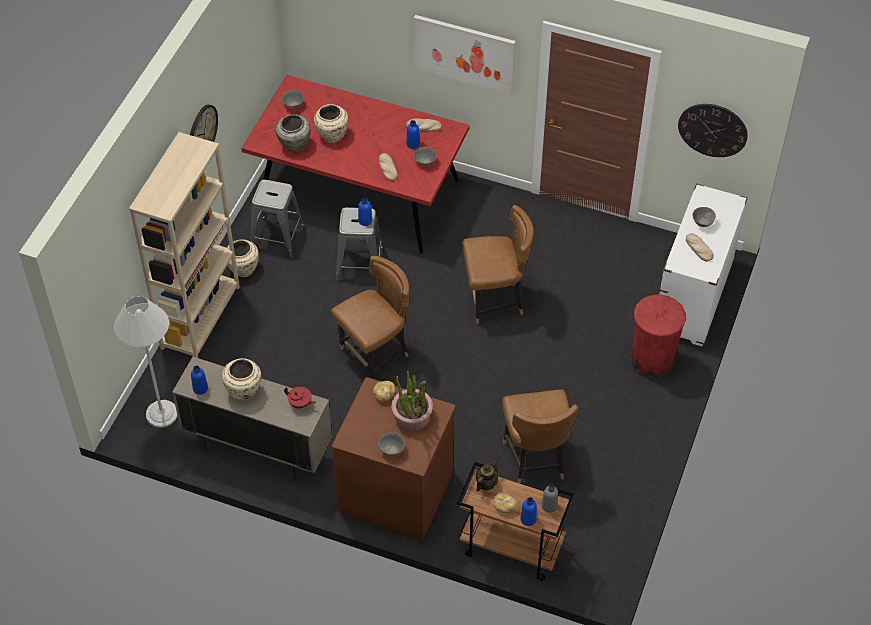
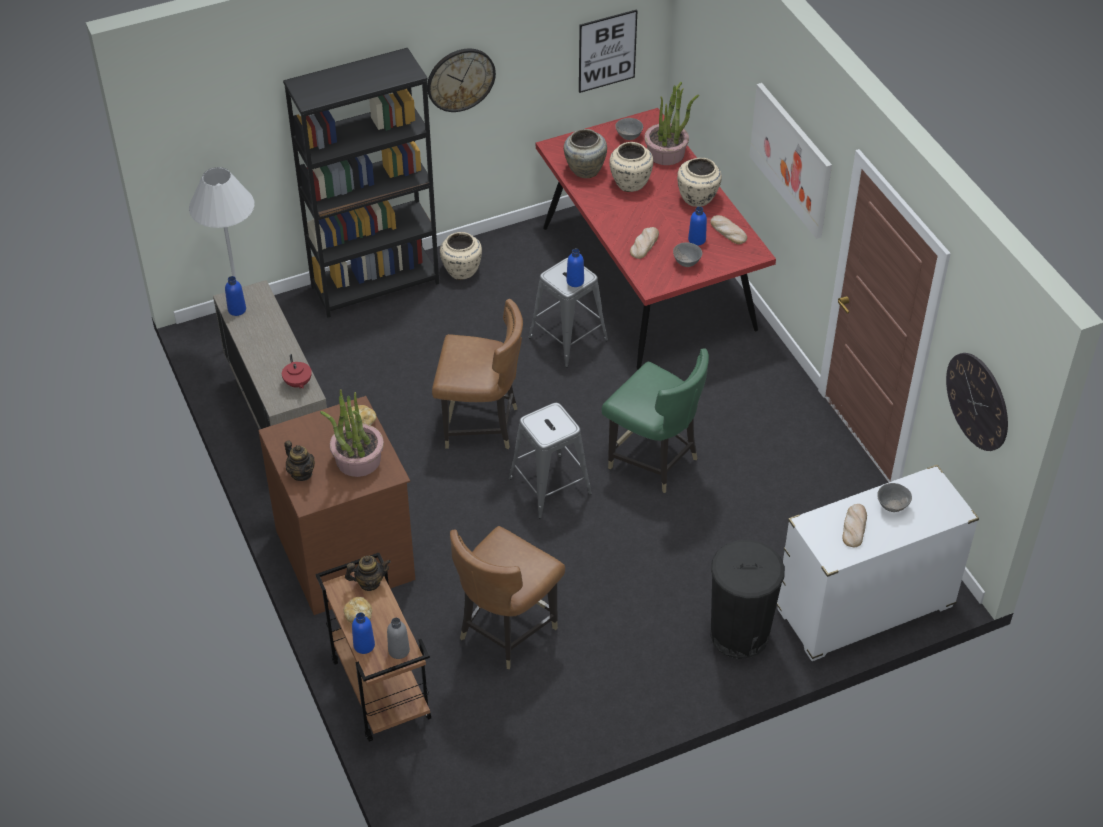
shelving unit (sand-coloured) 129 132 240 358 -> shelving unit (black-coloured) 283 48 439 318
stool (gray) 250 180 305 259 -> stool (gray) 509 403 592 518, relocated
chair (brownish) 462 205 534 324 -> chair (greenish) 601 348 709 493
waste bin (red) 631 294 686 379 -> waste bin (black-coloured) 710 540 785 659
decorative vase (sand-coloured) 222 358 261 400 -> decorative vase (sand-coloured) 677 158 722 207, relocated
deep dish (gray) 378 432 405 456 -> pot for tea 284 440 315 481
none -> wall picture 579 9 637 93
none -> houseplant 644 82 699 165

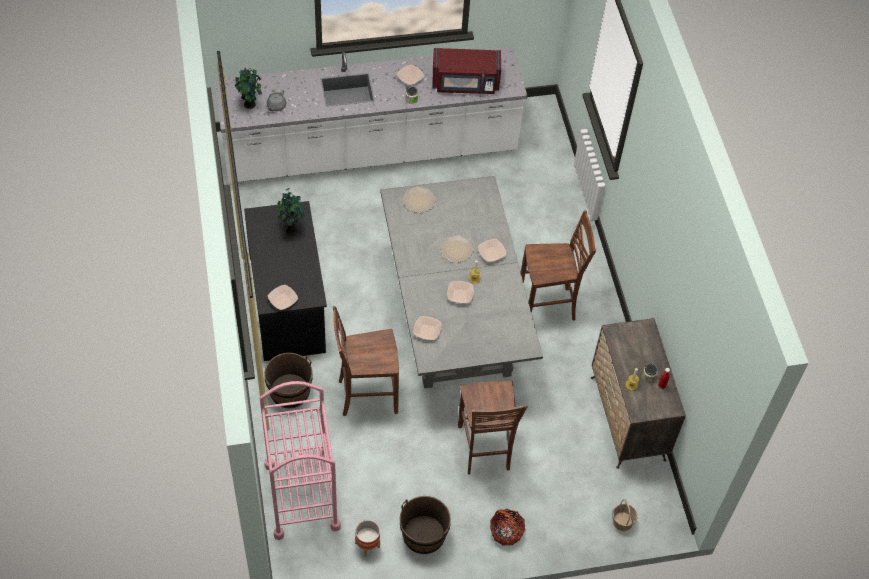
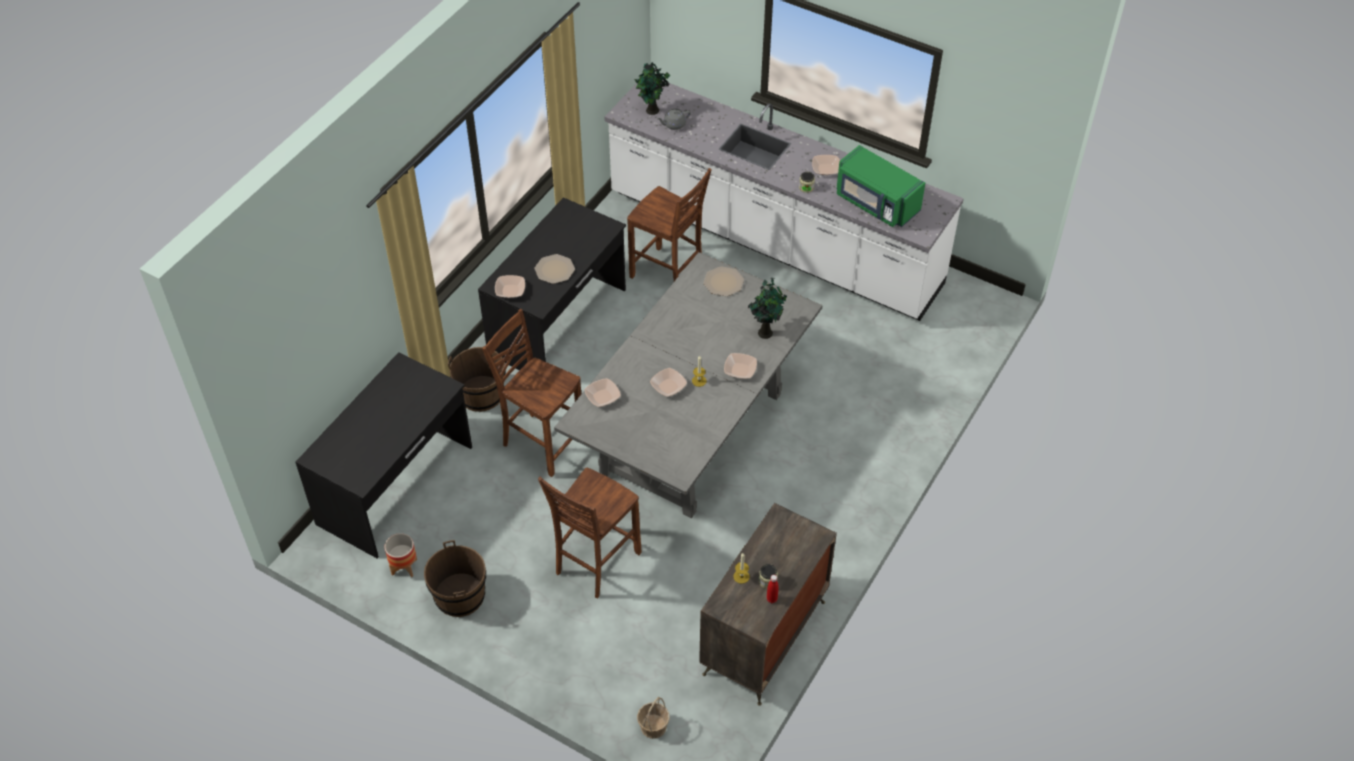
microwave oven (red) 433 48 501 94 -> microwave oven (greenish) 836 145 925 227
houseplant 276 188 305 236 -> houseplant 748 278 787 339, relocated
chair (brownish) 521 210 596 321 -> chair (brownish) 627 168 712 281, relocated
flat dish 439 235 474 263 -> flat dish 535 254 575 284, relocated
trolley (pink-coloured) 260 381 341 540 -> desk (black-coloured) 296 352 472 558
household basket 490 509 525 546 -> none

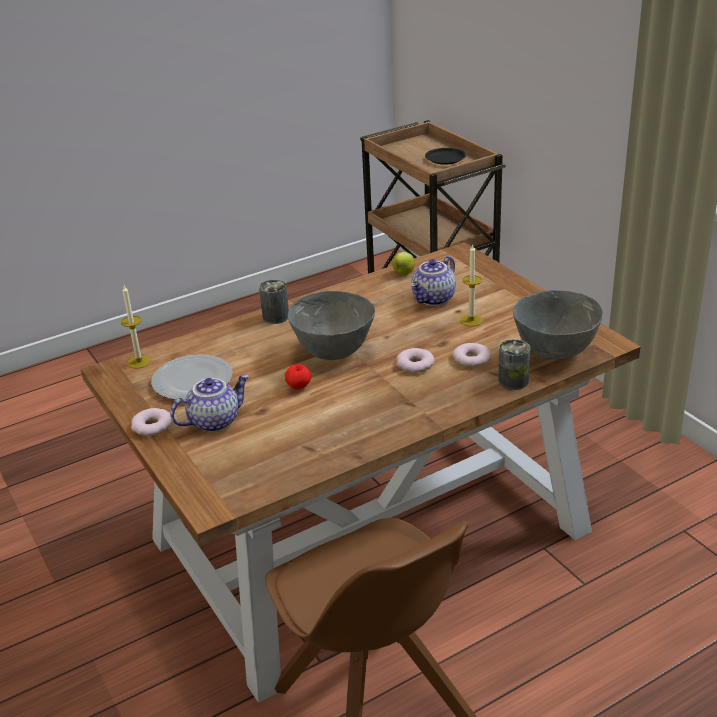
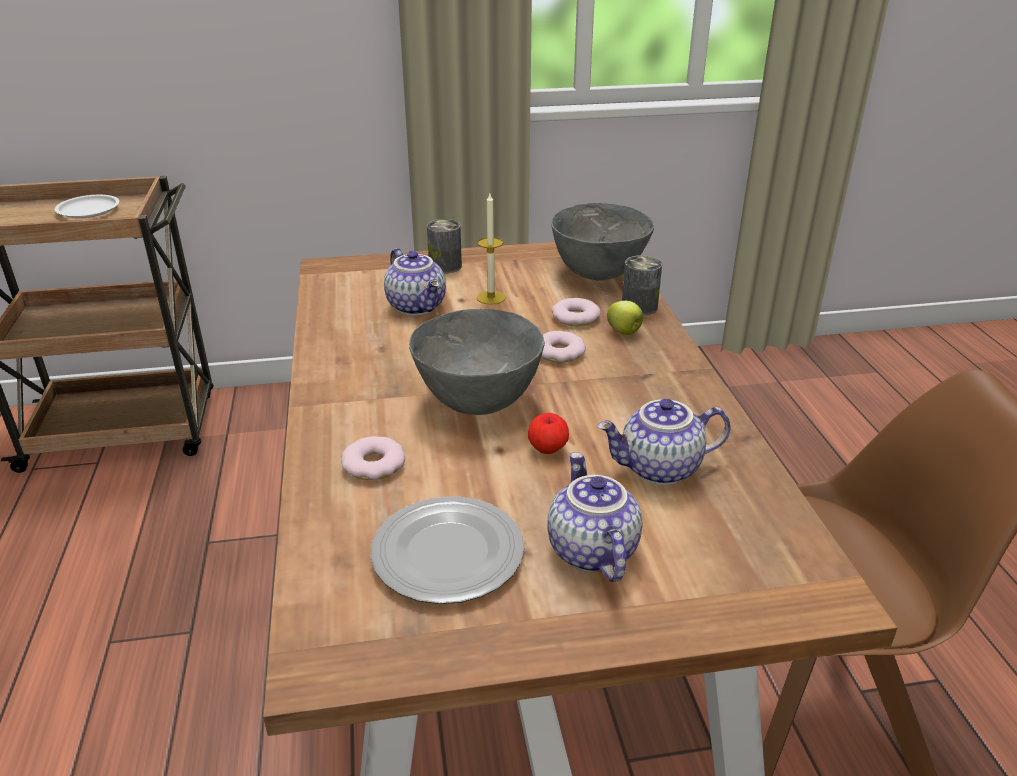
flat dish (black-coloured) 425 148 466 165 -> flat dish (whitish) 55 195 119 218
apple fruit 392 252 415 275 -> apple fruit 607 301 643 335, relocated
sealed can 259 280 289 324 -> sealed can 427 219 462 274, relocated
wax candle 121 286 151 369 -> none
donut 131 408 172 436 -> donut 341 436 405 480, relocated
none -> pot for tea 597 399 731 485

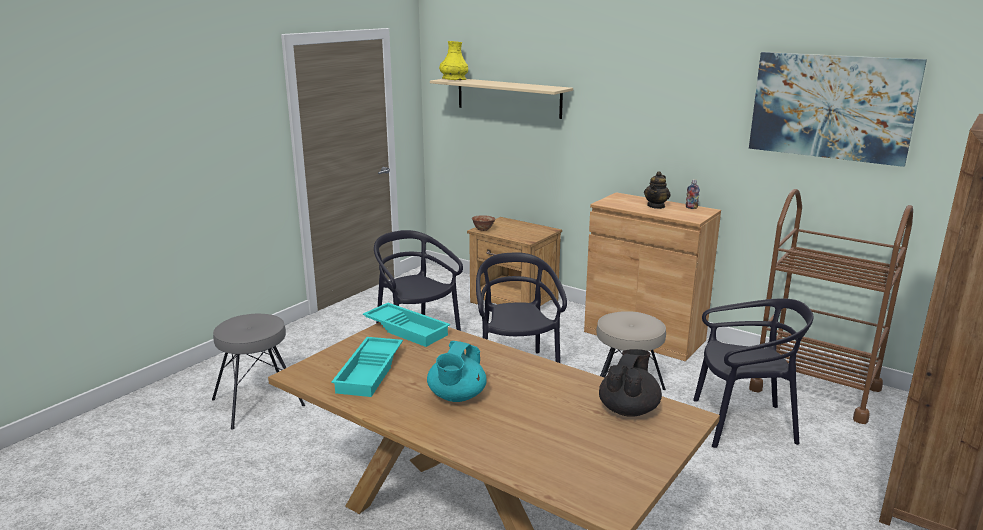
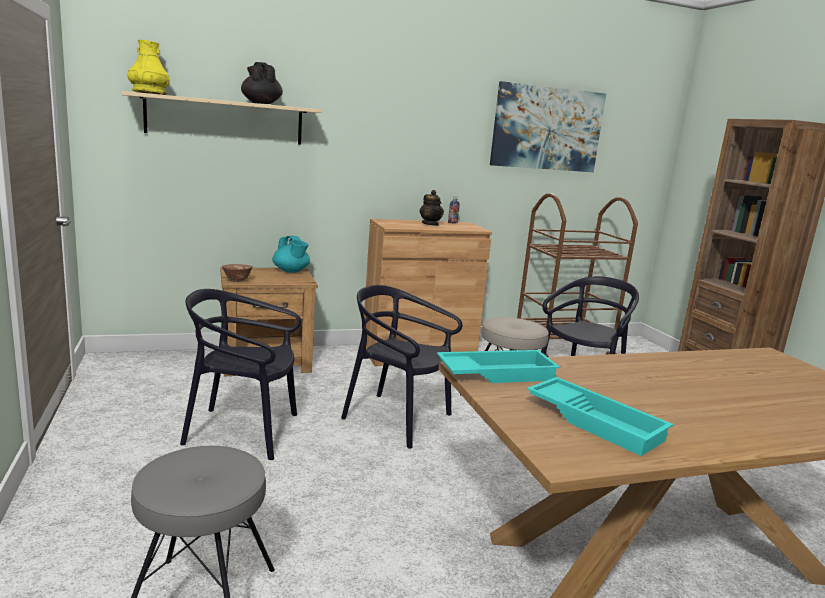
pot for tea (blue-green) 427 341 486 402 -> pot for tea (blue-green) 272 236 310 273, relocated
pot for tea (black-coloured) 599 349 662 417 -> pot for tea (black-coloured) 241 62 283 104, relocated

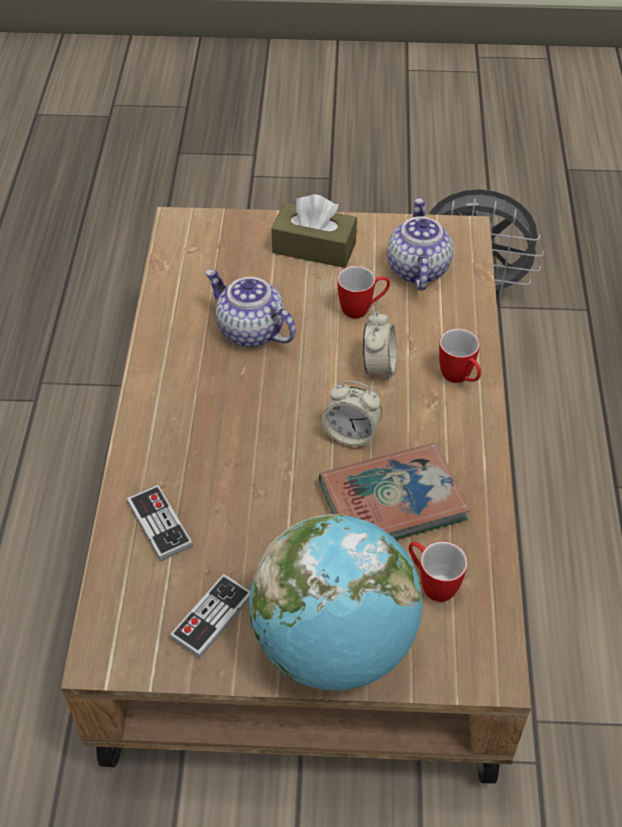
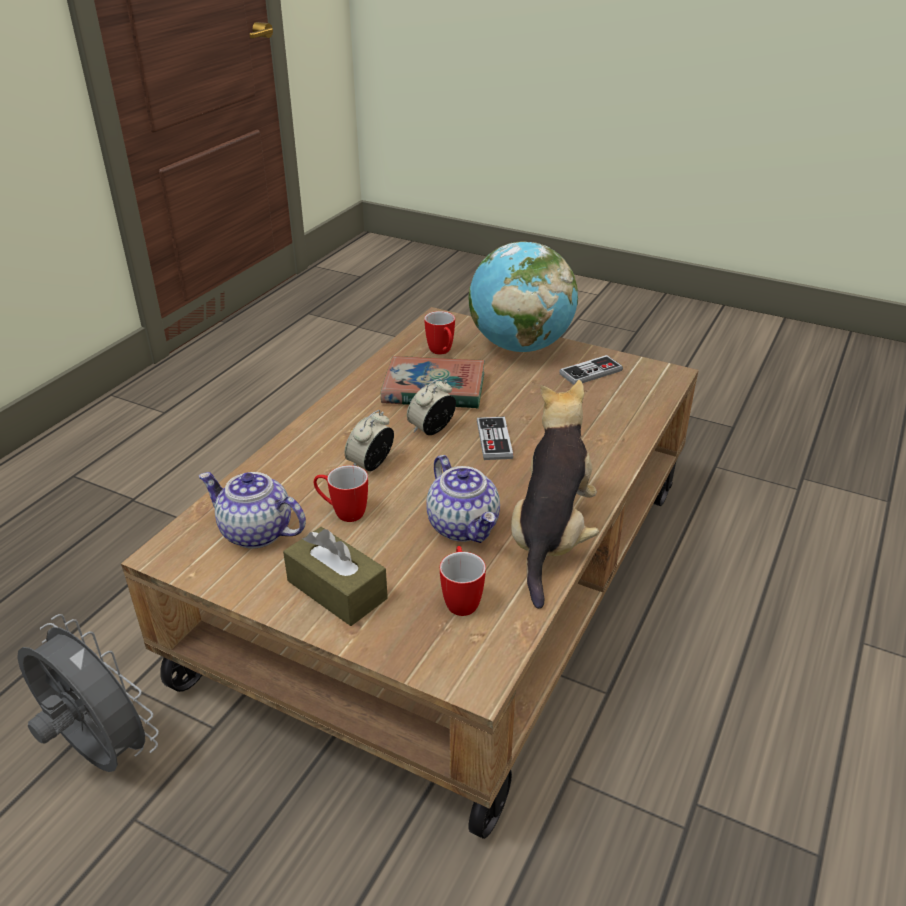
pot for tea 387 198 453 291 -> pot for tea 199 472 306 549, 90 degrees clockwise
tea mug 439 328 481 383 -> tea mug 440 546 486 616, relocated
table clock 322 381 382 447 -> table clock 407 378 456 435, 90 degrees counterclockwise
game controller 127 485 193 561 -> game controller 477 417 513 460, relocated
none -> plush toy 511 380 599 609

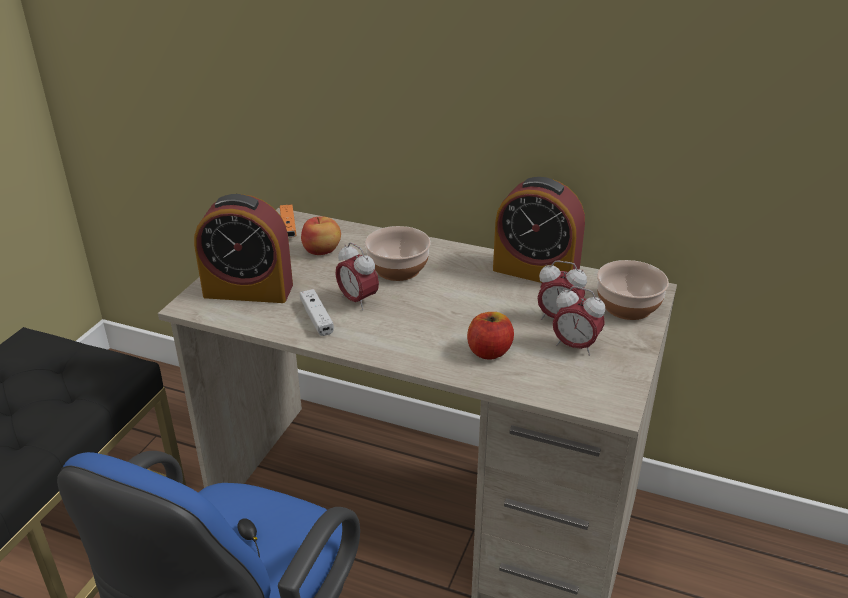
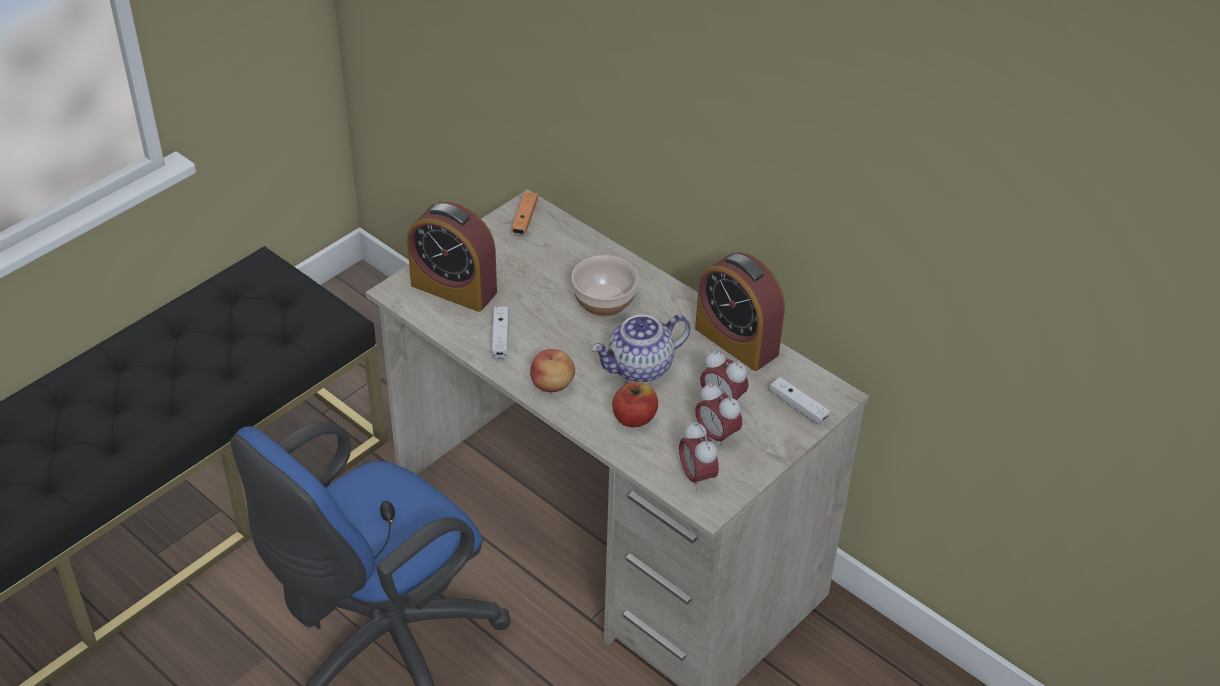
apple fruit 301 216 341 255 -> apple fruit 530 349 575 392, relocated
table clock 336 242 379 310 -> table clock 679 421 719 491, relocated
deep dish 597 260 669 320 -> game controller (whitish) 770 377 830 425
none -> pot for tea 591 315 691 383

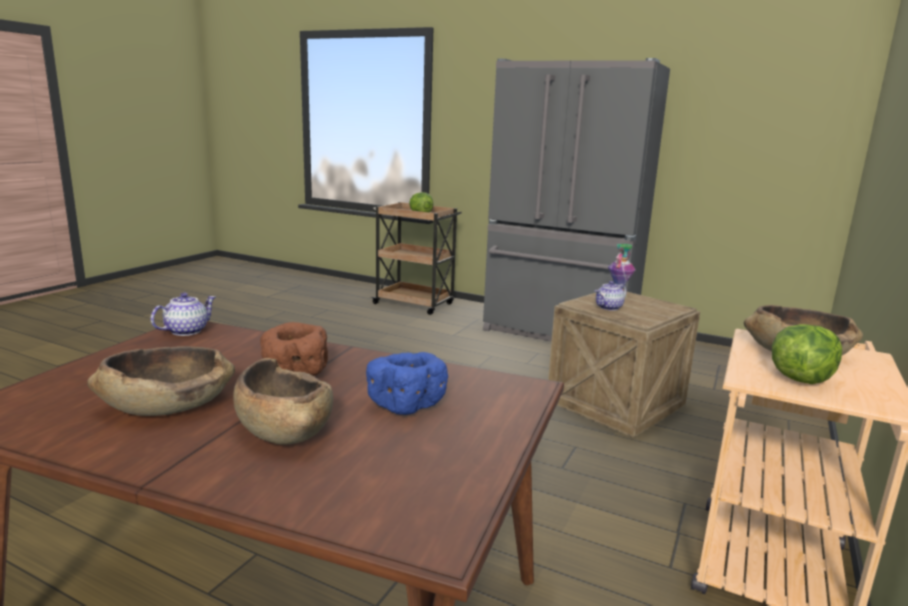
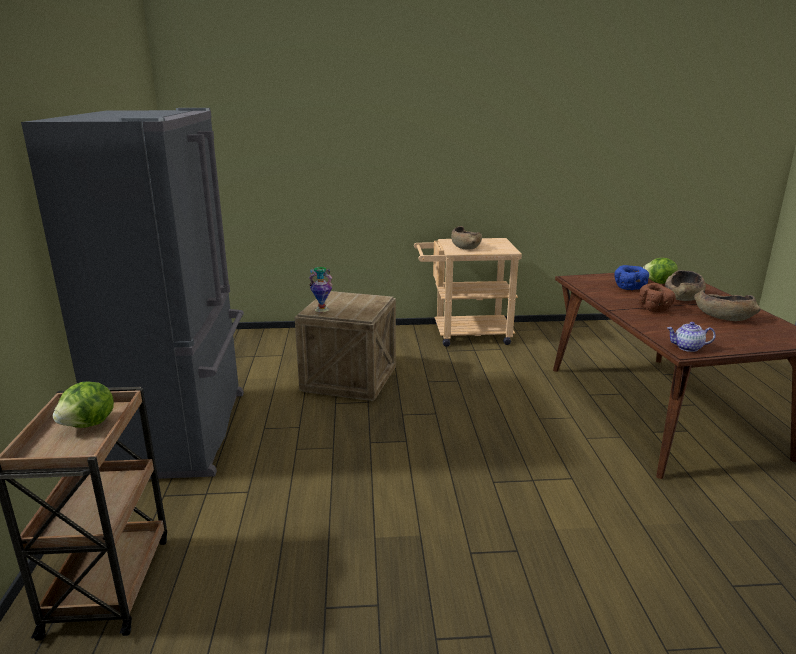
pot for tea 595 281 627 311 -> none
lettuce 772 324 842 384 -> lettuce 643 258 678 284, relocated

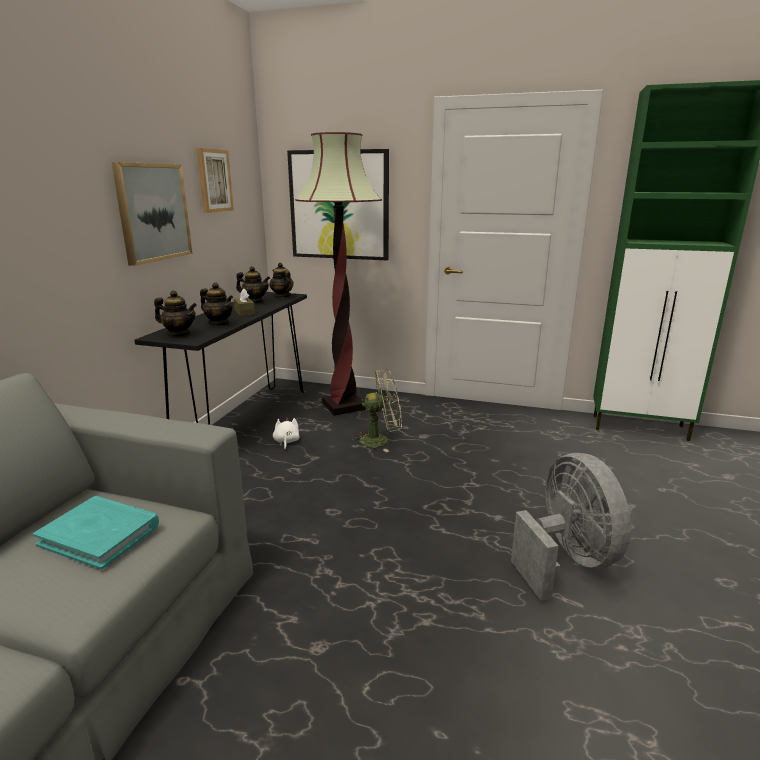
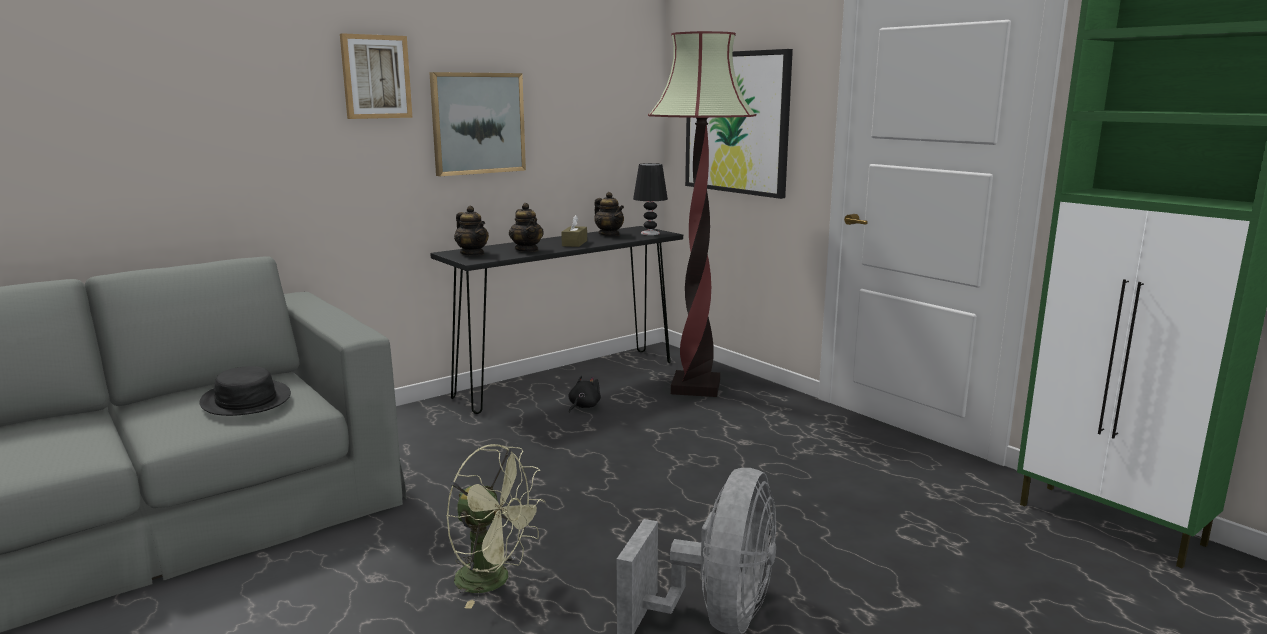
wall picture 196 148 234 213 -> wall picture 340 33 413 119, relocated
pot for tea 269 263 294 298 -> lamp for a table (black-coloured) 633 163 668 235
electric fan (greenish) 351 369 402 452 -> electric fan (greenish) 446 444 545 609, relocated
plush toy (whitish) 273 417 299 449 -> plush toy (black-coloured) 568 376 601 413
bound book (blue-green) 33 496 159 570 -> wearable hat (black-coloured) 199 366 291 416

